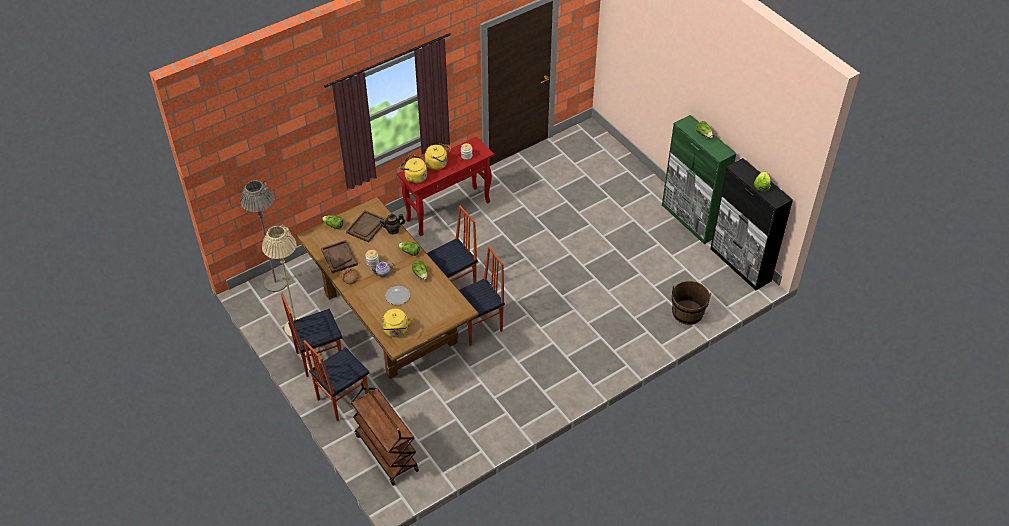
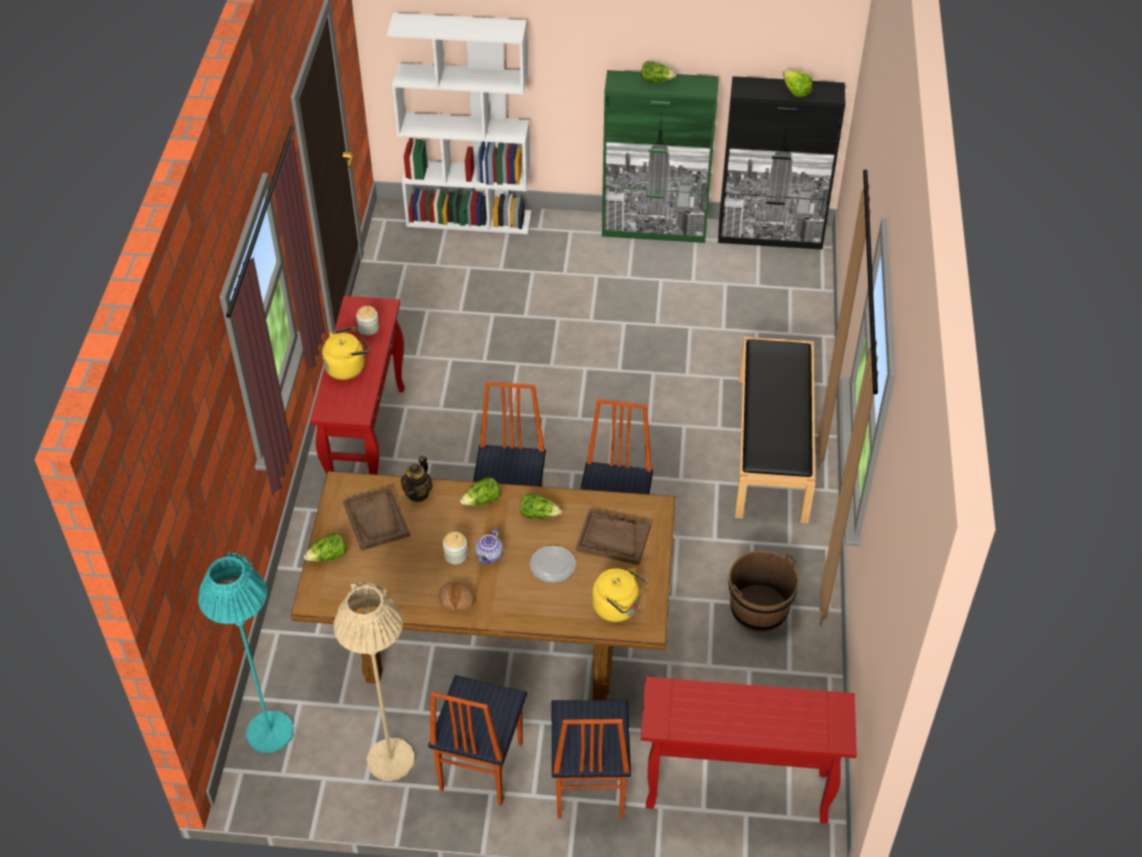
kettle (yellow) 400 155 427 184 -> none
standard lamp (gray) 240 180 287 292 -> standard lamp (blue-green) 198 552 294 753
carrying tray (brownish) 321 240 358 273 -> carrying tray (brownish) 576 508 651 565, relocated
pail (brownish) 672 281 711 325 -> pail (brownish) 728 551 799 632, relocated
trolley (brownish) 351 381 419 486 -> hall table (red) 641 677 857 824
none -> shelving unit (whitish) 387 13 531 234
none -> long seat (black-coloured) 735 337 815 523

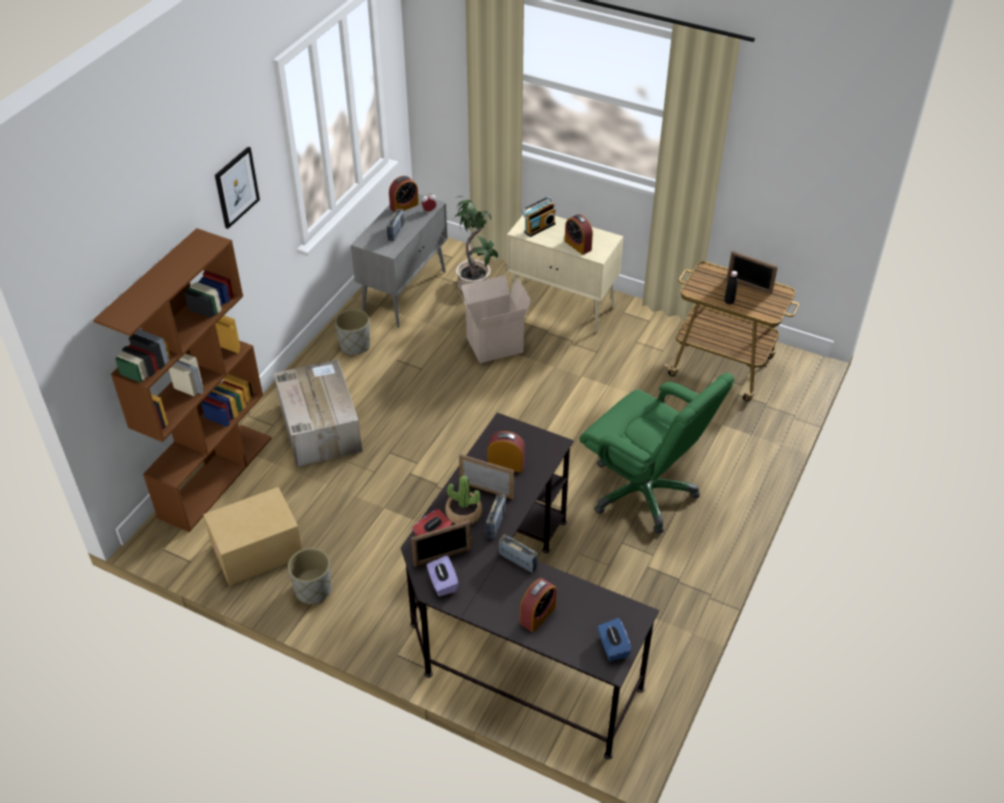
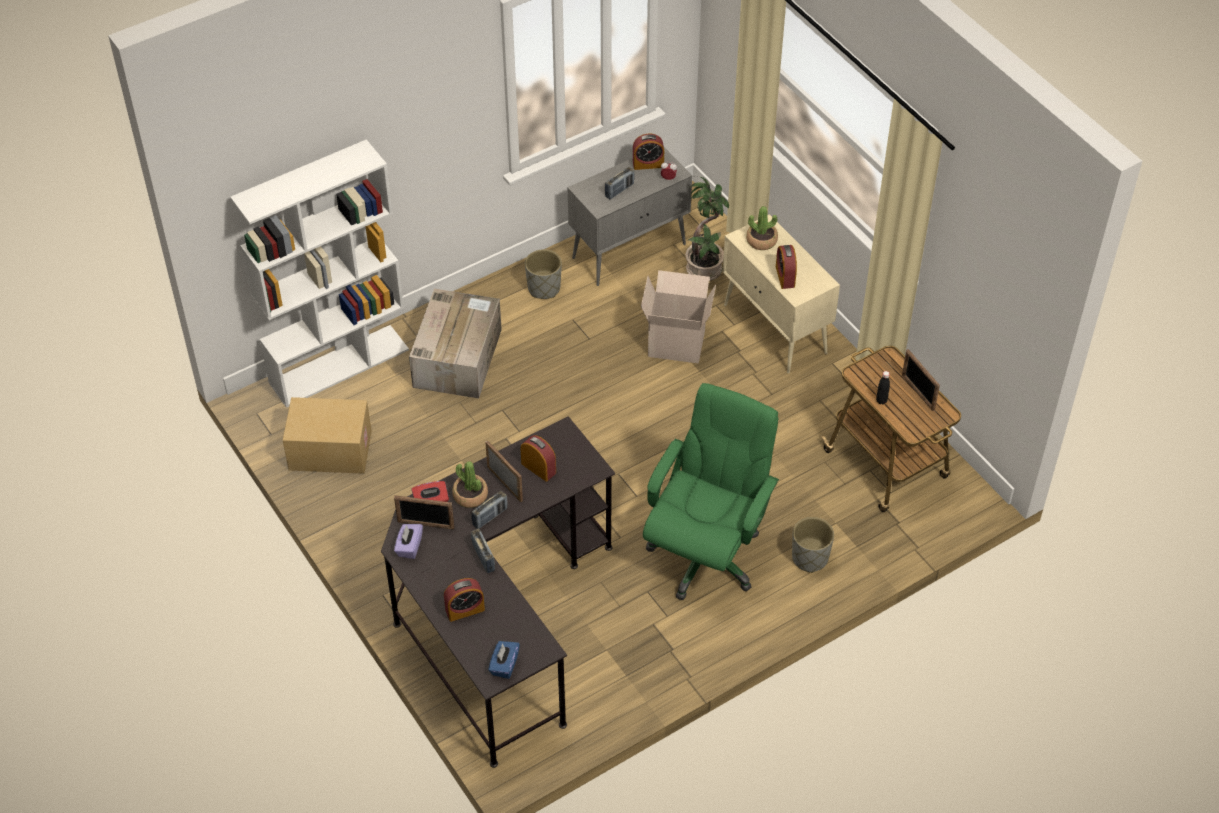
wall picture 215 147 260 229 -> none
radio 521 196 556 237 -> houseplant 746 206 778 250
shelving unit (brownish) 93 228 272 532 -> shelving unit (whitish) 230 139 409 408
office chair (greenish) 579 373 735 534 -> office chair (greenish) 643 383 779 600, 135 degrees counterclockwise
planter (gray) 288 548 332 604 -> planter (gray) 792 517 834 573, relocated

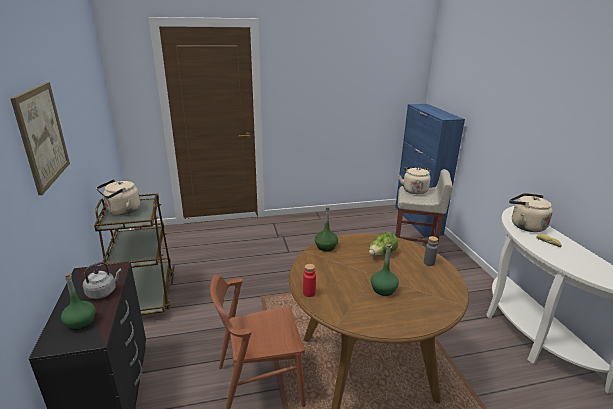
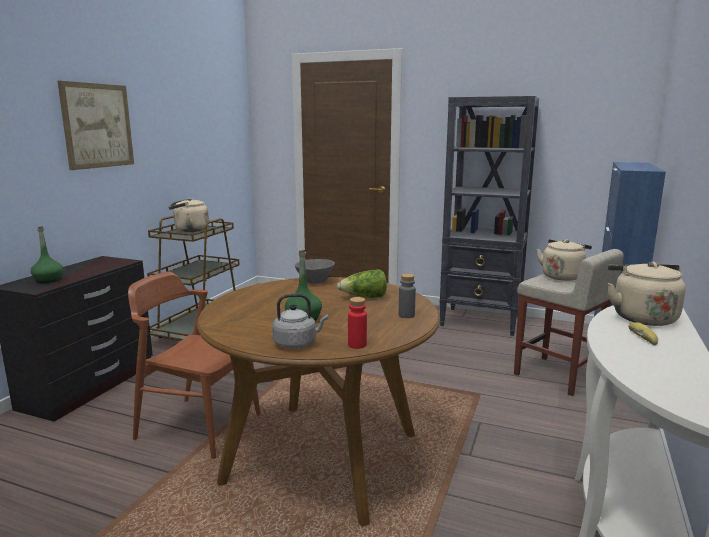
beverage bottle (greenish) 315 207 338 251 -> deep dish (gray) 295 259 335 284
kettle (gray) 83 262 122 299 -> kettle (gray) 272 294 328 348, relocated
beverage bottle (red) 303 264 316 297 -> beverage bottle (red) 348 297 367 349, relocated
none -> shelving unit (black-coloured) 440 96 539 336

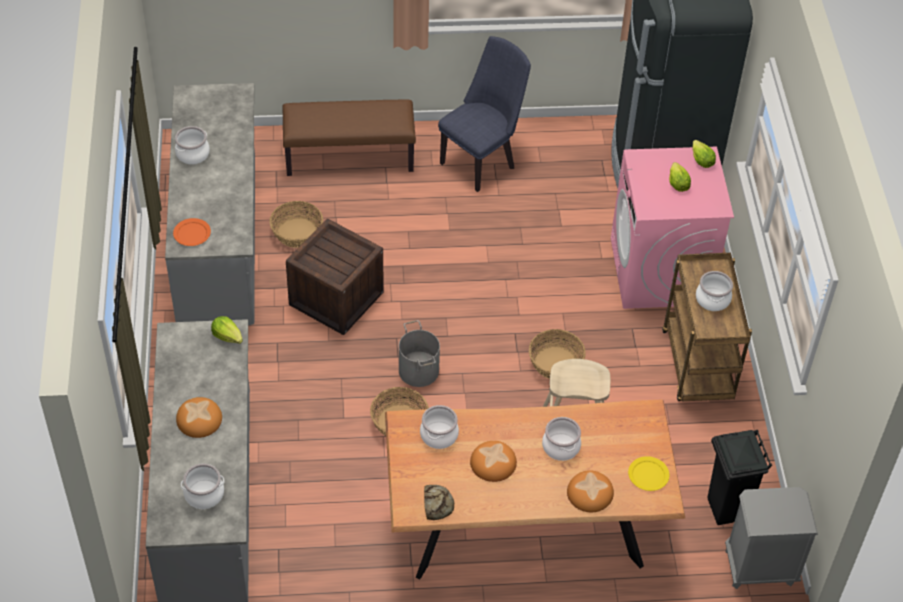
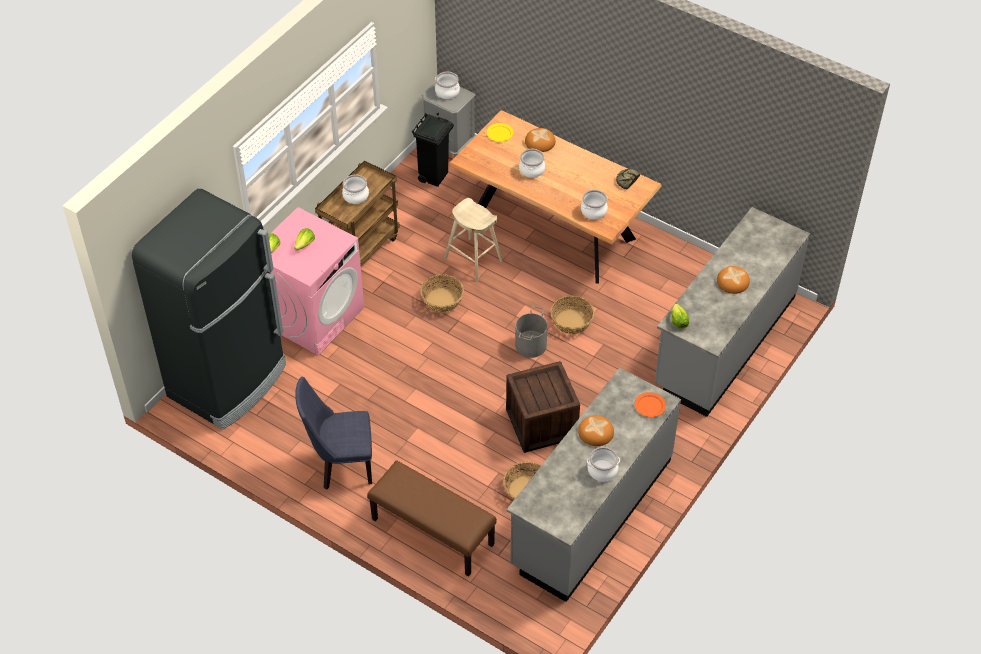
baked bread 470 441 517 482 -> baked bread 578 415 614 446, relocated
stockpot 181 463 225 509 -> stockpot 435 72 460 99, relocated

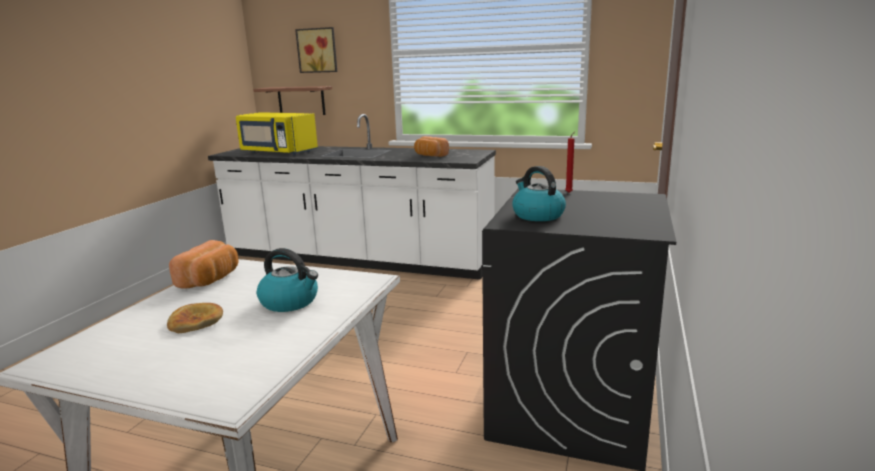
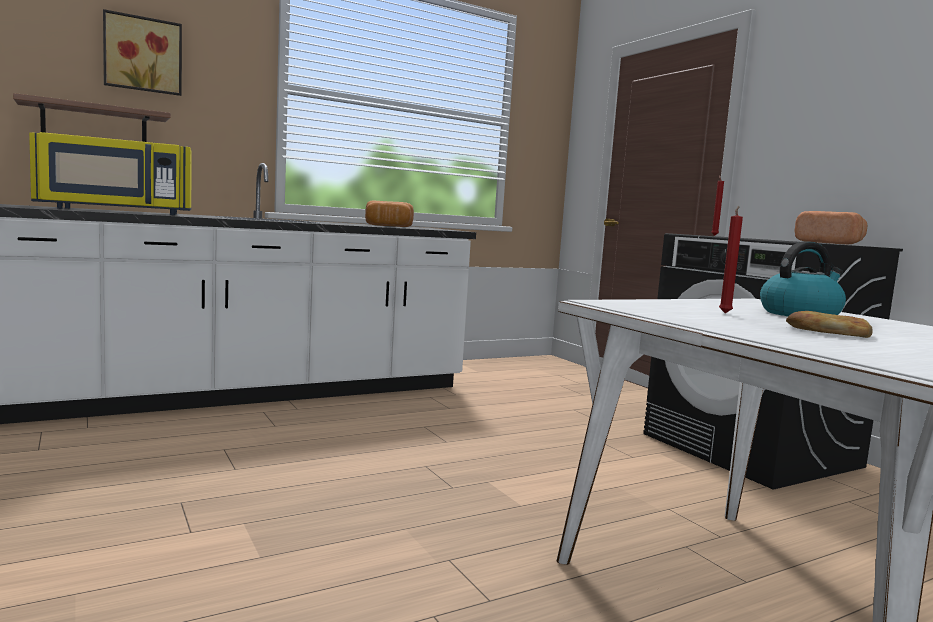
kettle 512 166 566 221 -> none
baked bread 169 240 239 289 -> baked bread 795 211 867 244, relocated
none -> wax candle (red) 719 206 743 313

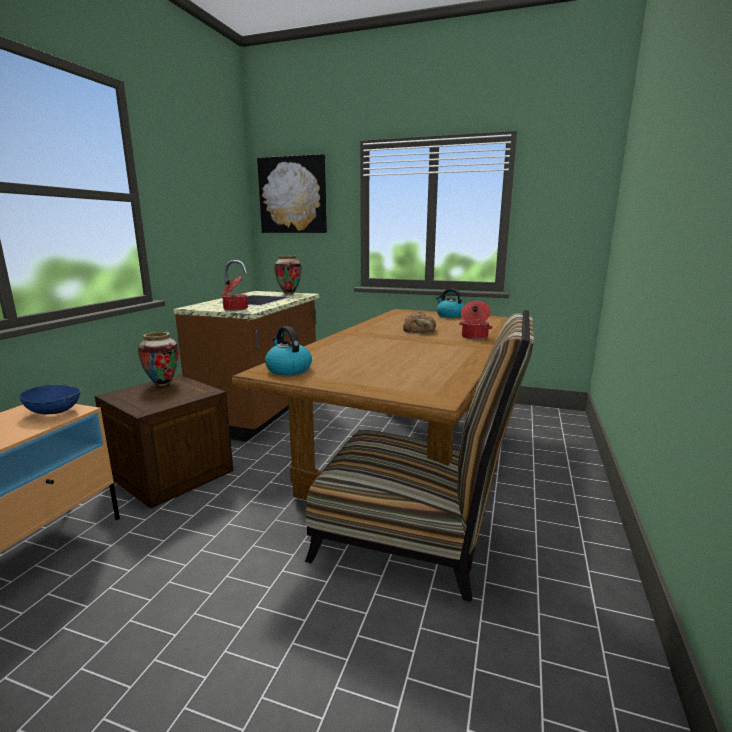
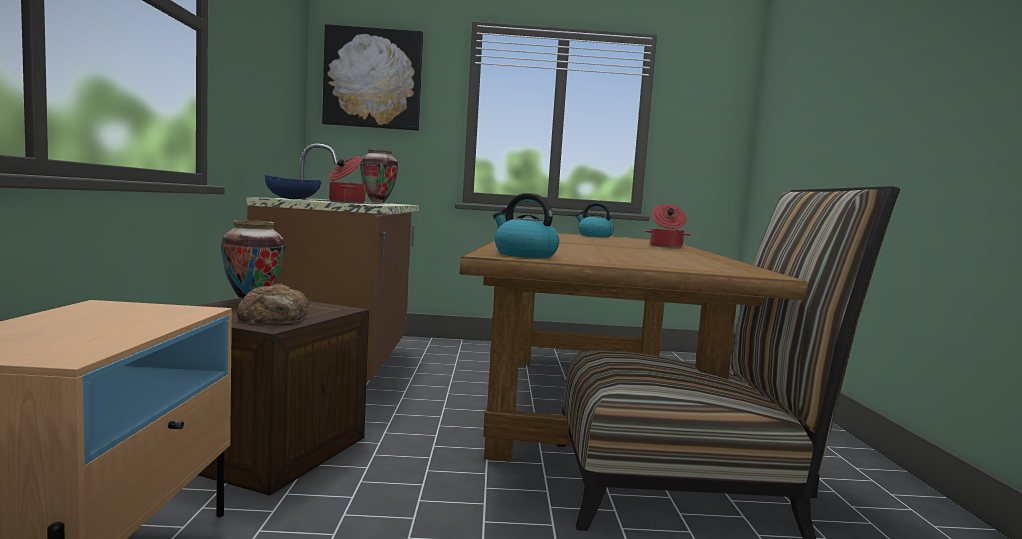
baked bread 403 312 436 333 -> baked bread 236 283 309 323, relocated
deep dish (blue) 20 385 81 414 -> deep dish (blue) 265 175 322 199, relocated

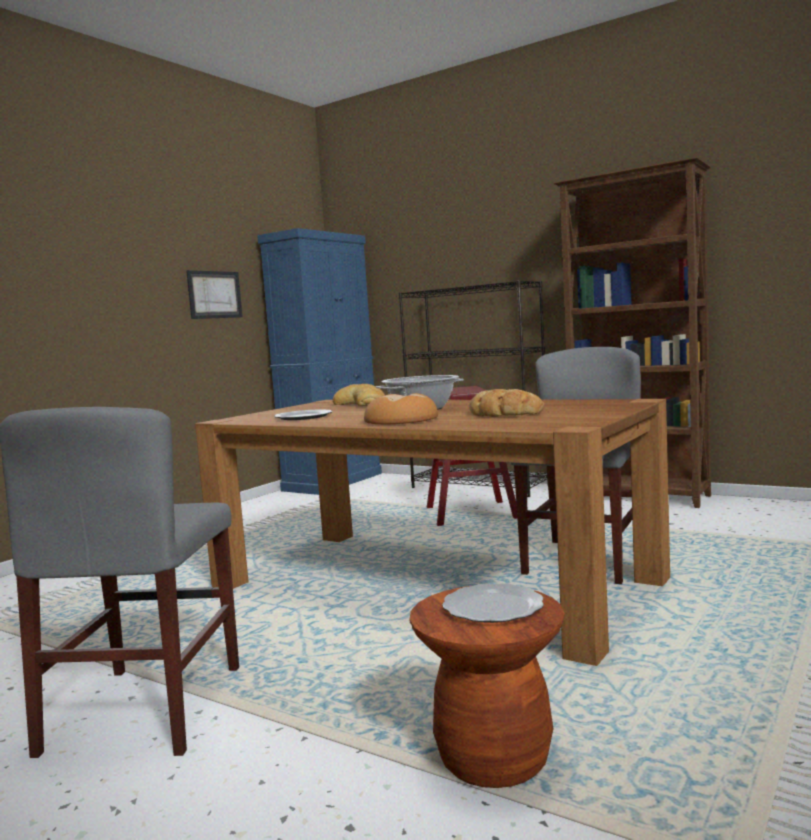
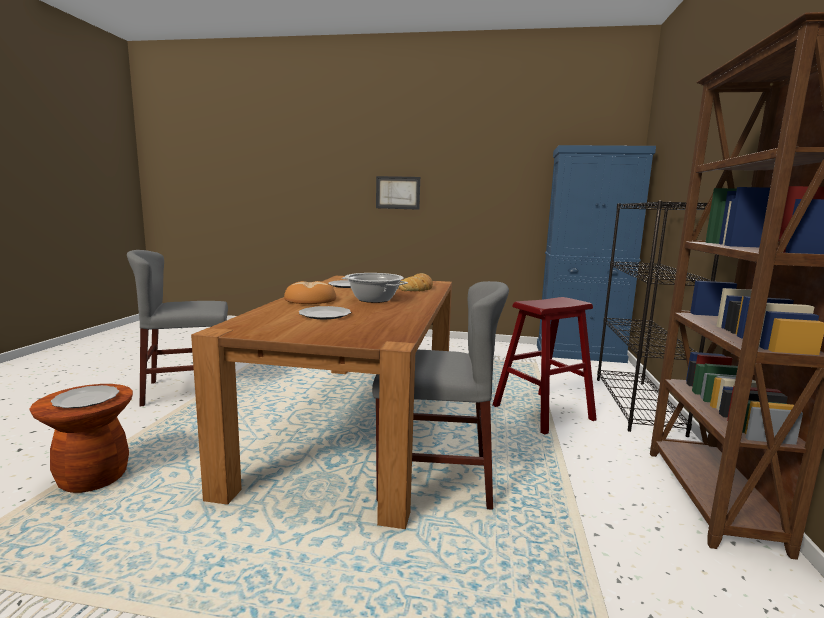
wall picture 186 270 243 319 -> wall picture 376 176 420 210, relocated
baked bread 469 389 544 417 -> flat dish 299 306 351 319

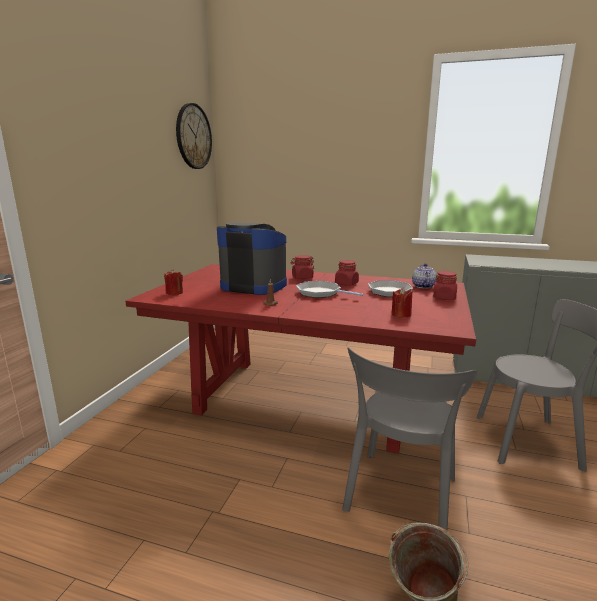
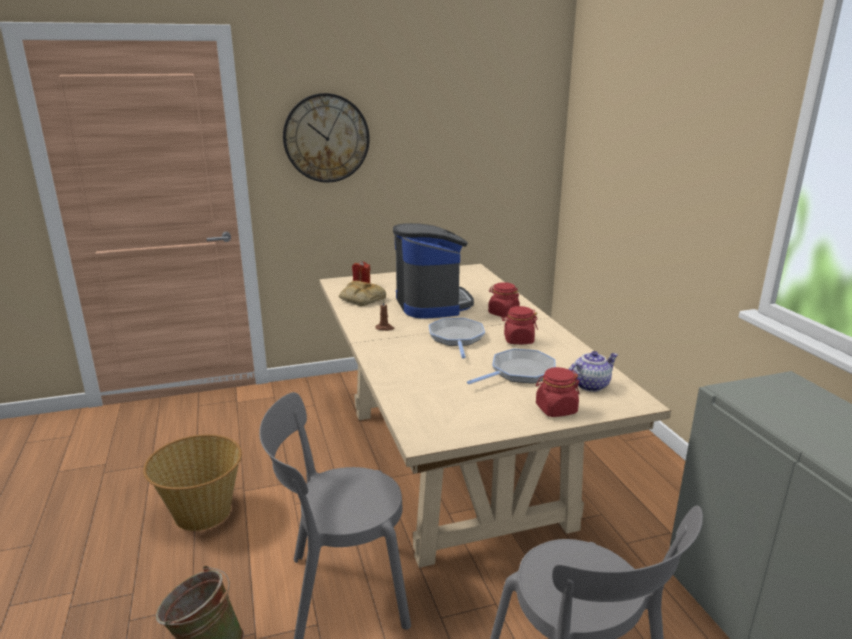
hanging clock 176 103 212 169 -> hanging clock 283 93 370 182, relocated
dinner table (red) 125 264 476 453 -> dinner table (sand-coloured) 319 264 671 568
wax candle (red) 391 287 413 318 -> none
none -> baked bread 339 281 386 306
none -> household basket 143 434 242 531

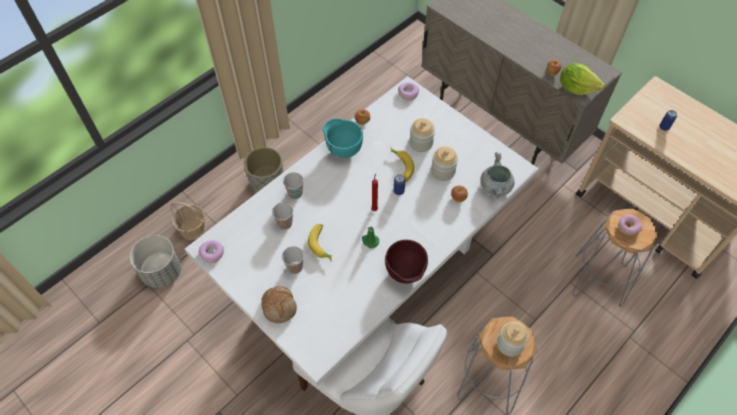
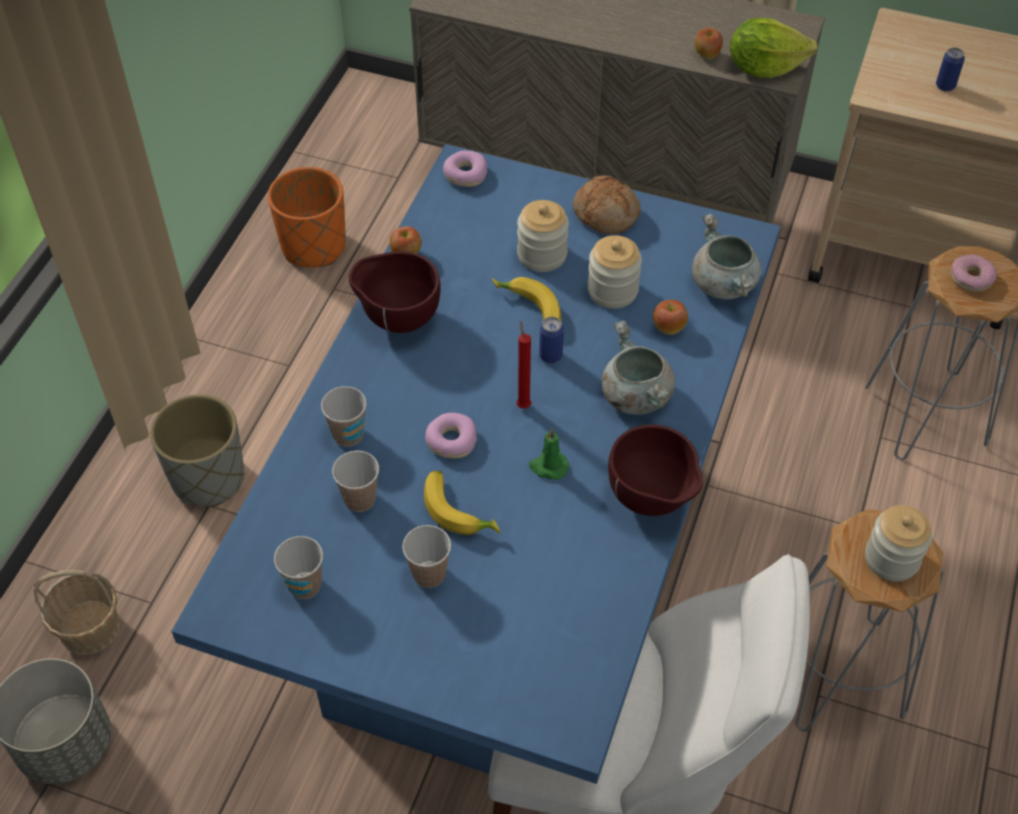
dinner table (whitish) 185 76 539 386 -> dinner table (blue) 171 144 781 784
deep dish (blue-green) 323 118 363 158 -> deep dish (brownish) 349 251 441 333
donut 199 240 224 264 -> donut 425 413 477 458, relocated
baked bread 261 286 297 323 -> baked bread 573 176 641 234, relocated
none -> planter (orangey) 268 167 346 268
none -> stockpot (gray) 602 320 675 415
none -> small cup 274 536 323 599

